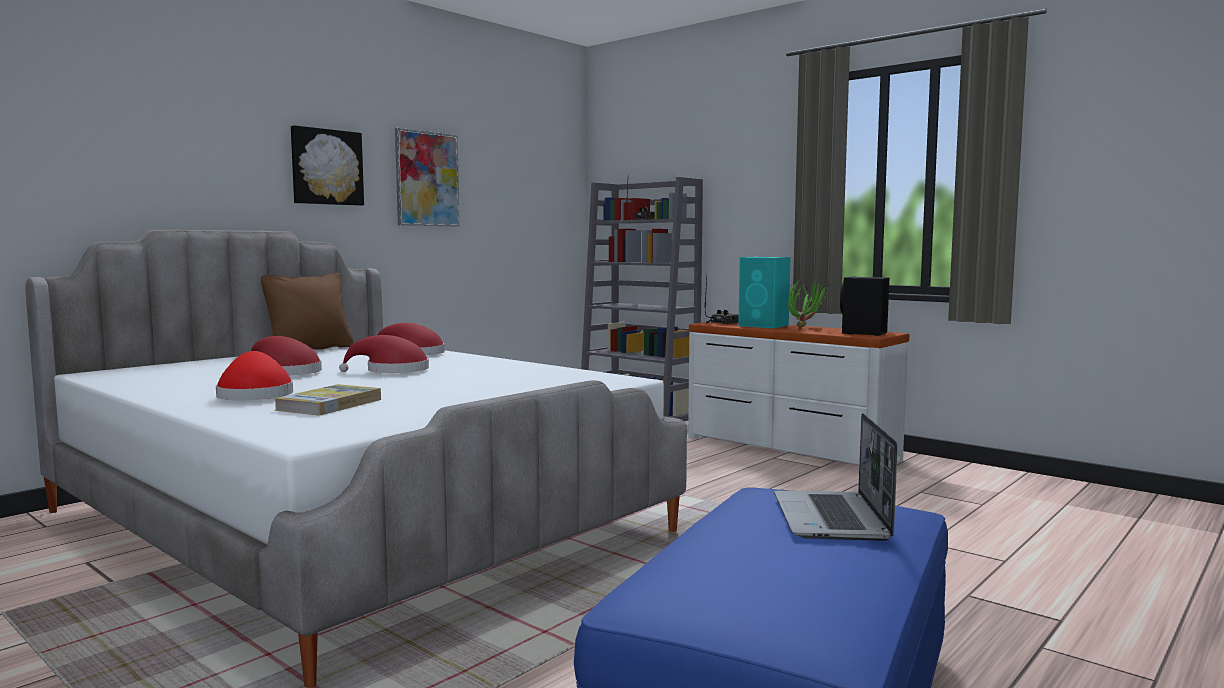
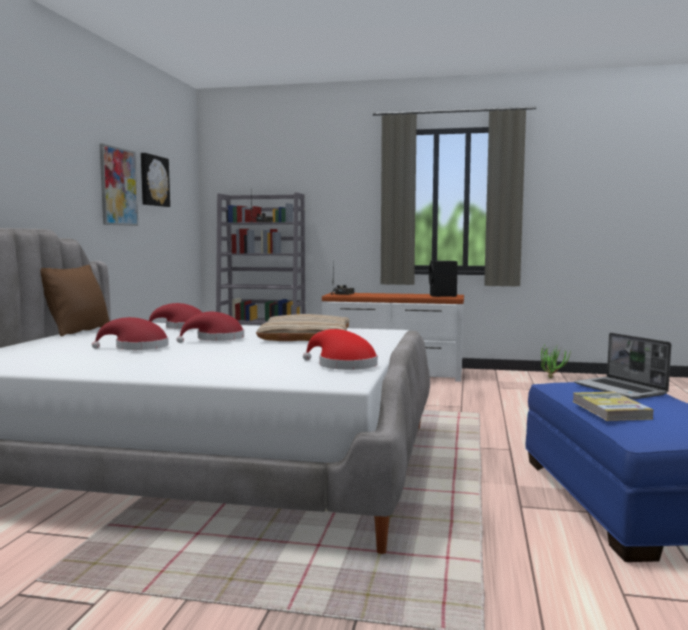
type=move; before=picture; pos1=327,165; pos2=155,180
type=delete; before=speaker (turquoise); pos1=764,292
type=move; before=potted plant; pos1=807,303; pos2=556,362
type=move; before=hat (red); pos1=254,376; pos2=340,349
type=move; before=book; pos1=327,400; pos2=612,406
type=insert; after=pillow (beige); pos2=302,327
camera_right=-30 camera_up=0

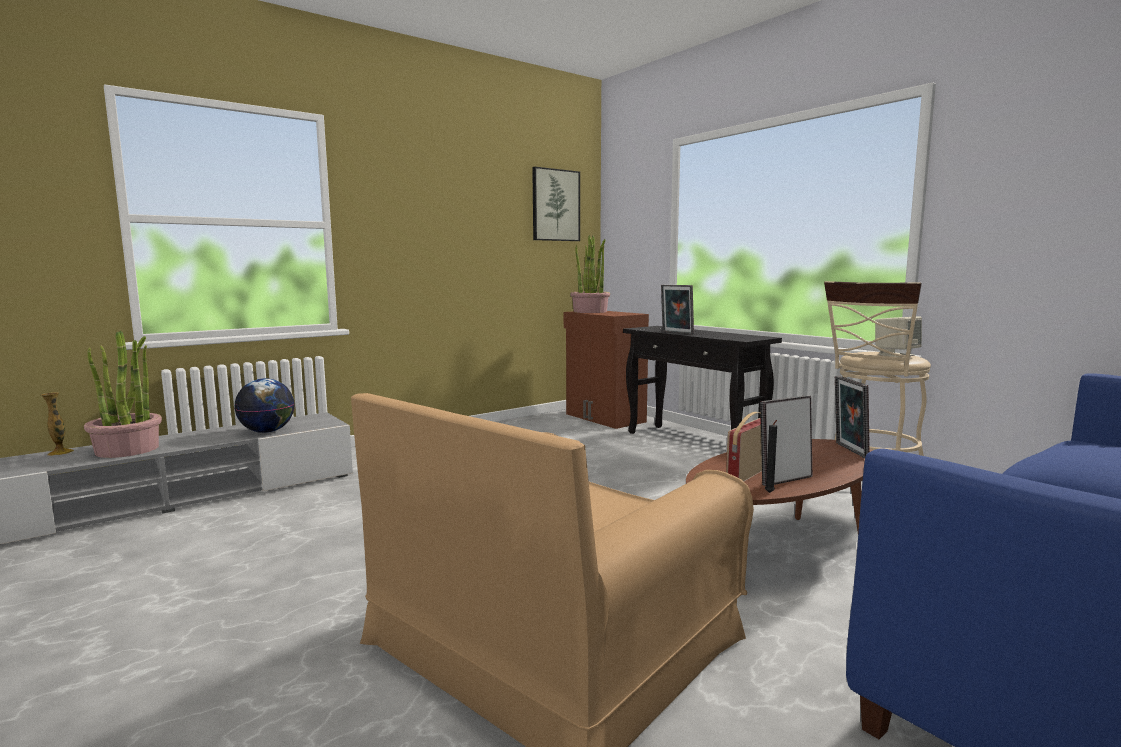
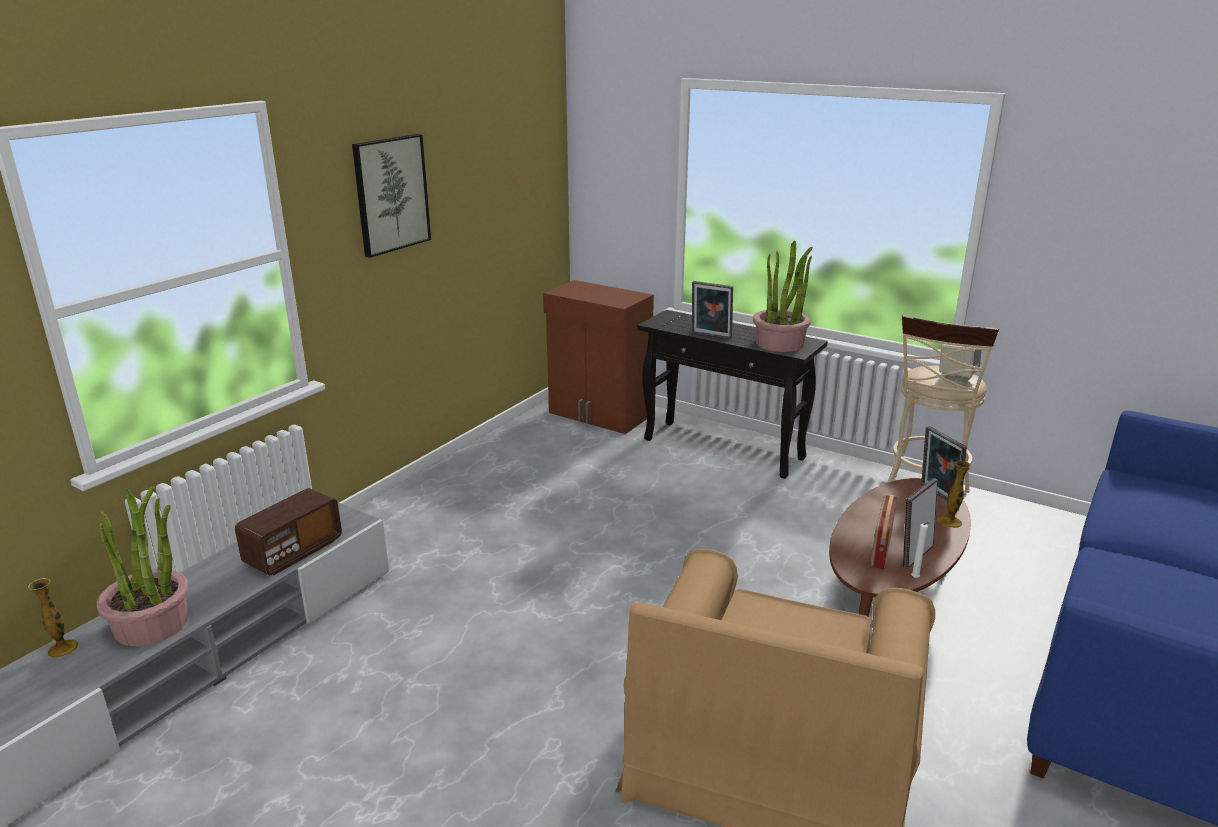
type=move; before=picture; pos1=556,204; pos2=391,196
type=move; before=potted plant; pos1=590,274; pos2=783,296
type=replace; before=globe; after=radio; pos1=264,405; pos2=288,531
type=recolor; before=candle (black); after=candle (white); pos1=771,456; pos2=920,550
type=insert; after=vase; pos2=955,494
camera_right=-20 camera_up=15

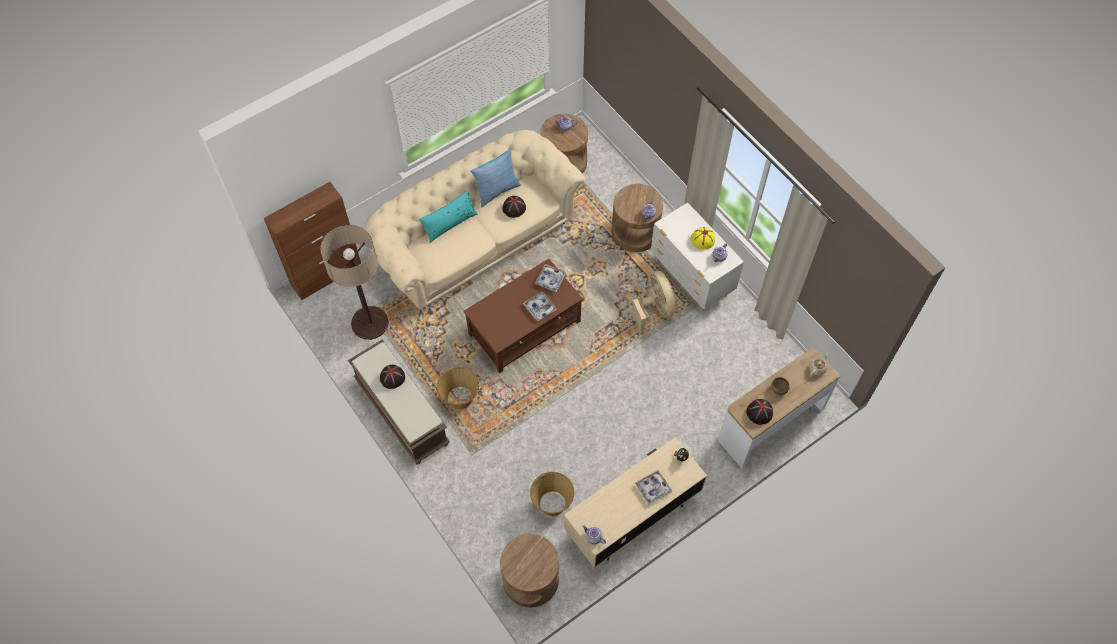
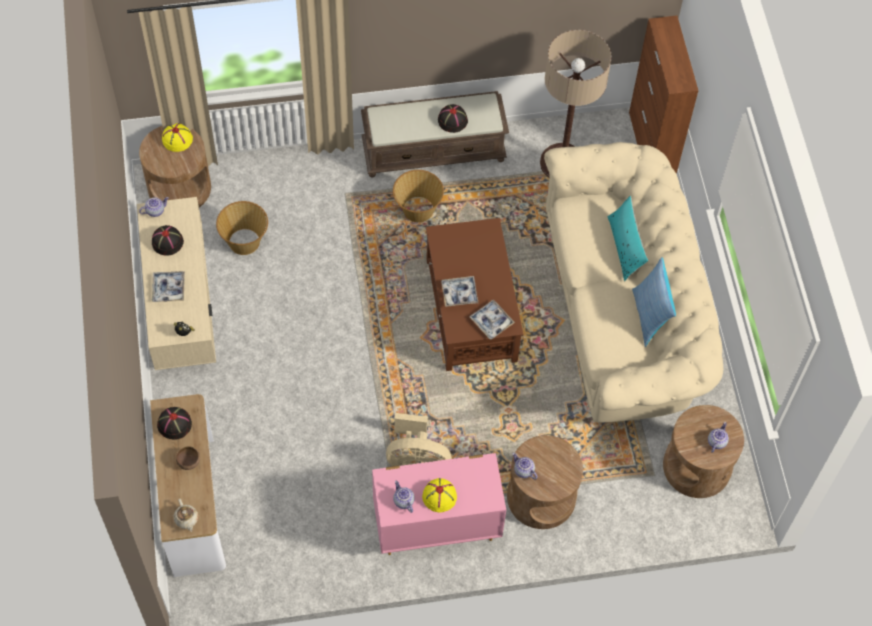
type=move; before=hat (black); pos1=514,207; pos2=168,240
type=recolor; before=dresser (white); after=dresser (pink); pos1=697,256; pos2=439,504
type=insert; after=hat (yellow); pos2=177,137
camera_right=115 camera_up=0

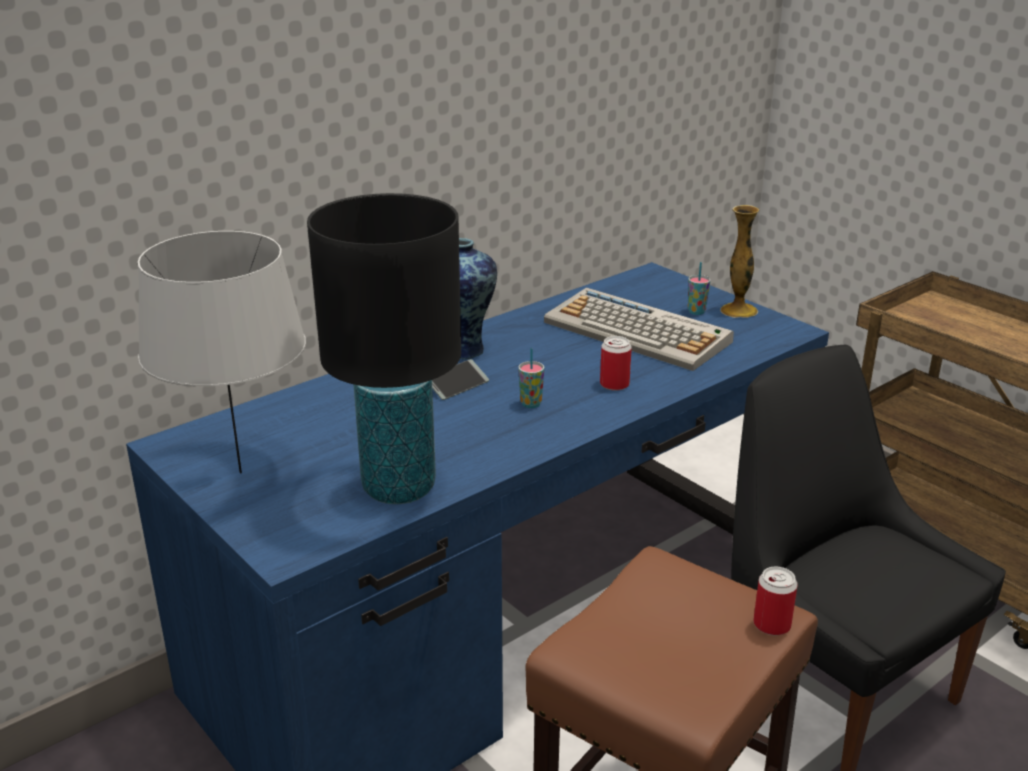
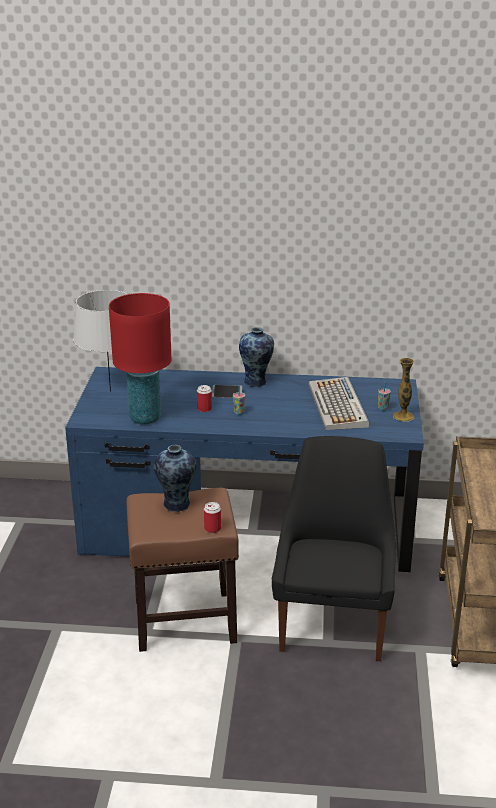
type=recolor; before=table lamp (black); after=table lamp (red); pos1=384,348; pos2=140,359
type=move; before=can; pos1=616,363; pos2=204,398
type=insert; after=vase; pos2=175,478
camera_right=45 camera_up=0

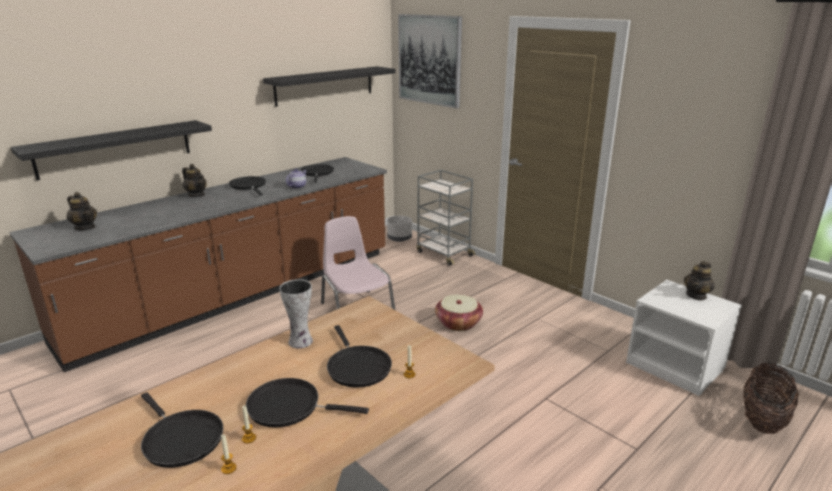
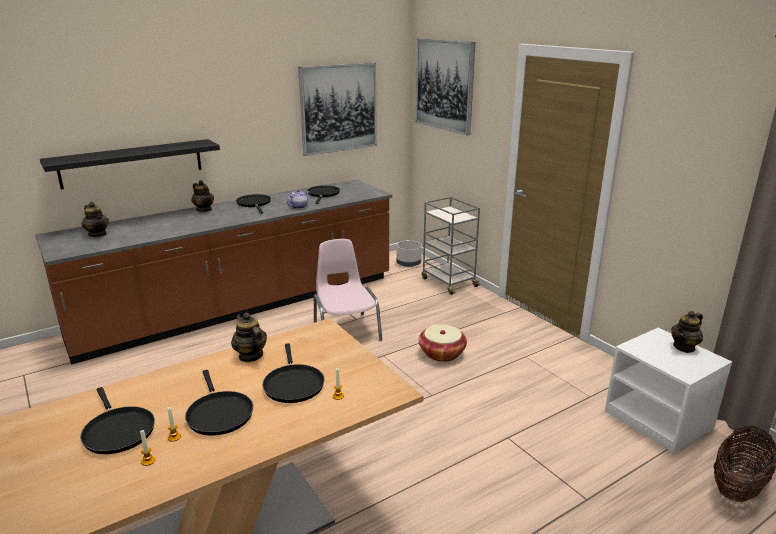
type=replace; before=shelf (black); after=picture; pos1=329,86; pos2=337,109
type=replace; before=vase; after=teapot; pos1=296,313; pos2=249,337
type=rotate; before=frying pan (black); pos1=307,403; pos2=219,403; turn=-135
camera_right=10 camera_up=0

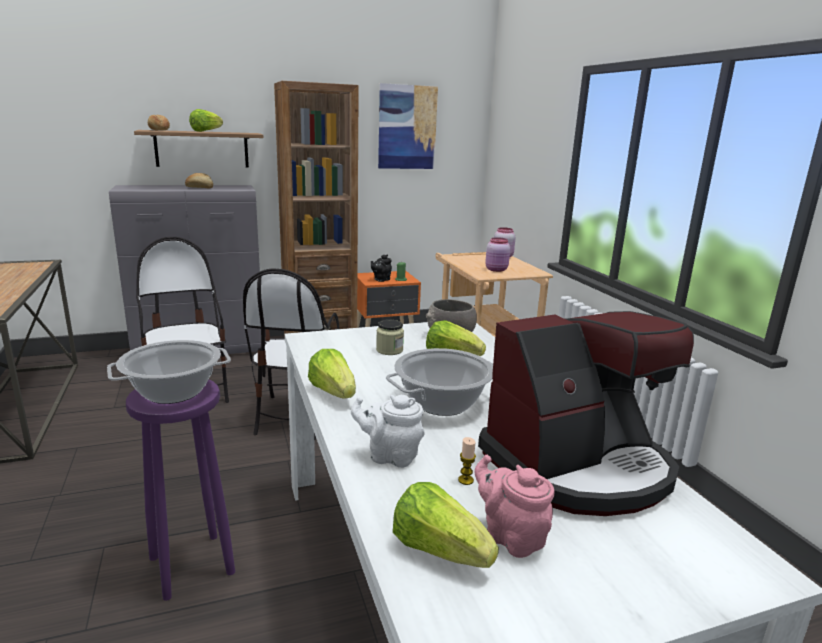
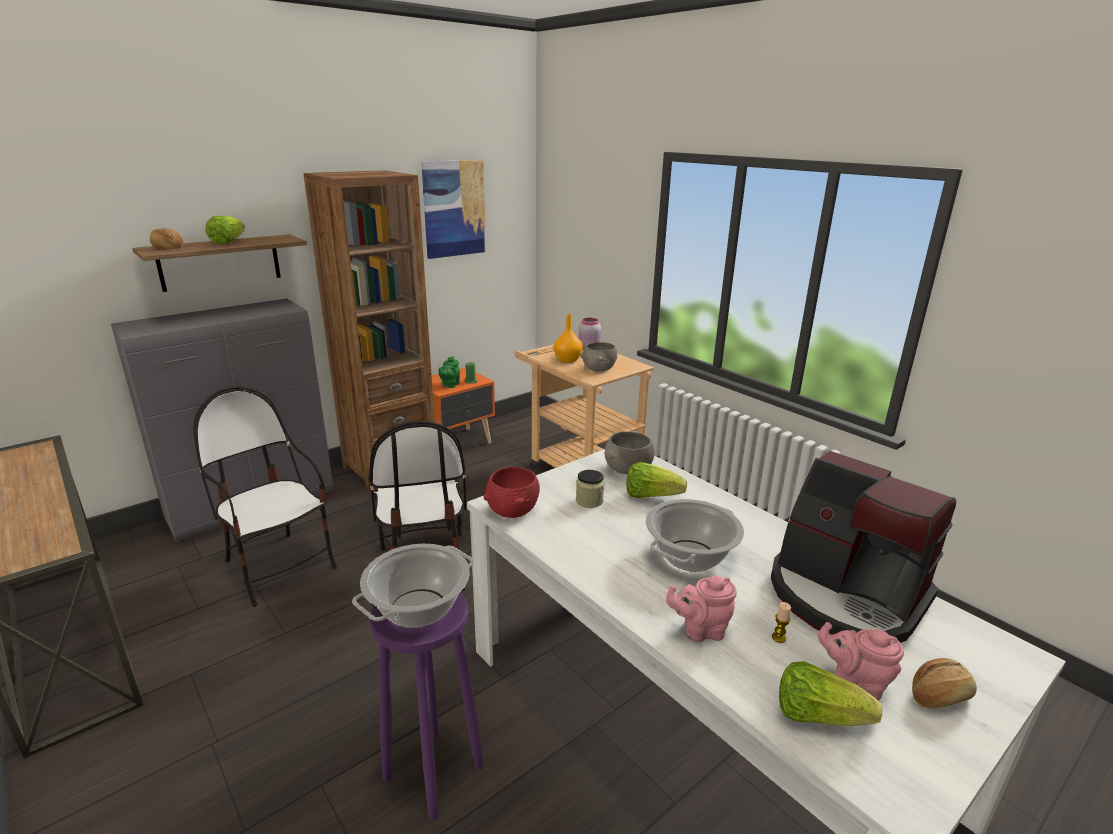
type=move; before=bread; pos1=199,181; pos2=944,683
type=replace; before=jar (pink); after=bowl (grey); pos1=497,254; pos2=598,357
type=recolor; before=teapot (black); after=teapot (green); pos1=381,268; pos2=449,372
type=rotate; before=coffee machine; pos1=586,413; pos2=863,547; turn=90
type=delete; before=lettuce; pos1=332,374
type=recolor; before=teapot (white); after=teapot (pink); pos1=388,431; pos2=701,609
type=insert; after=vase (orange); pos2=568,338
type=insert; after=bowl (red); pos2=511,492
camera_right=-20 camera_up=5

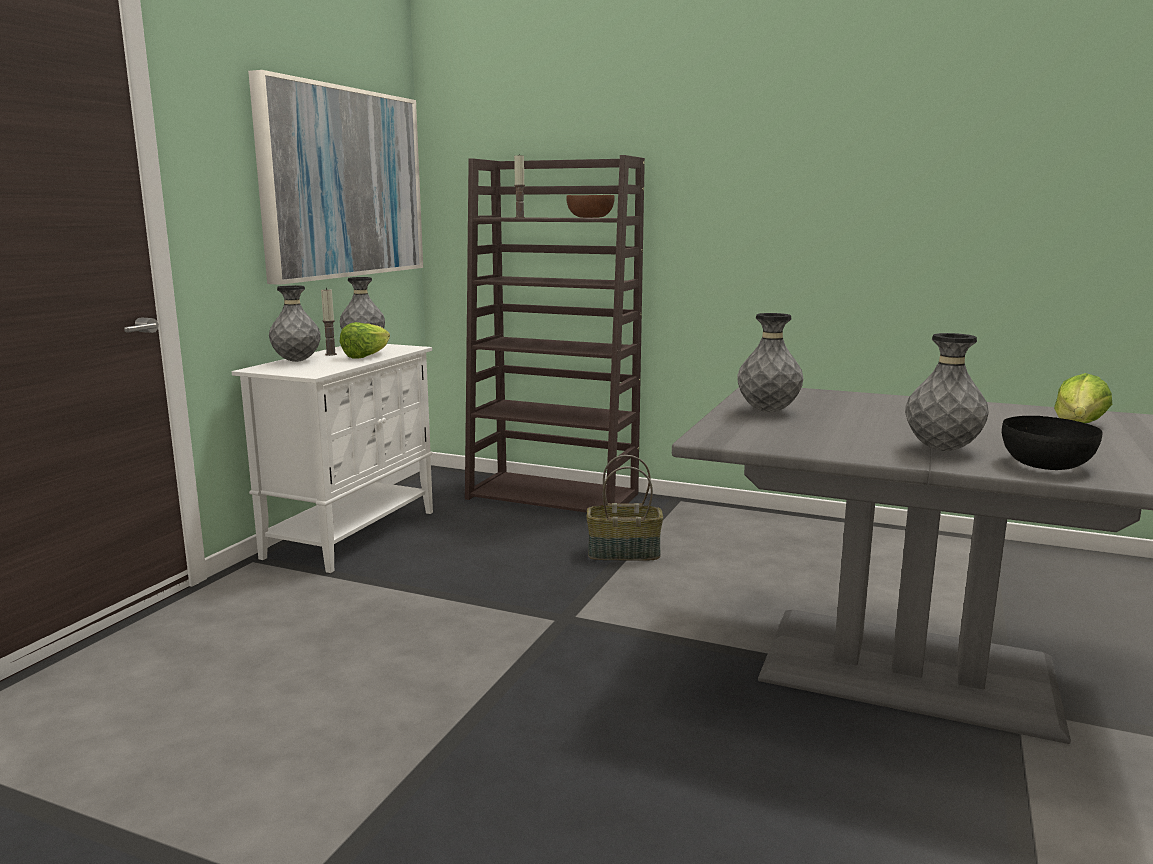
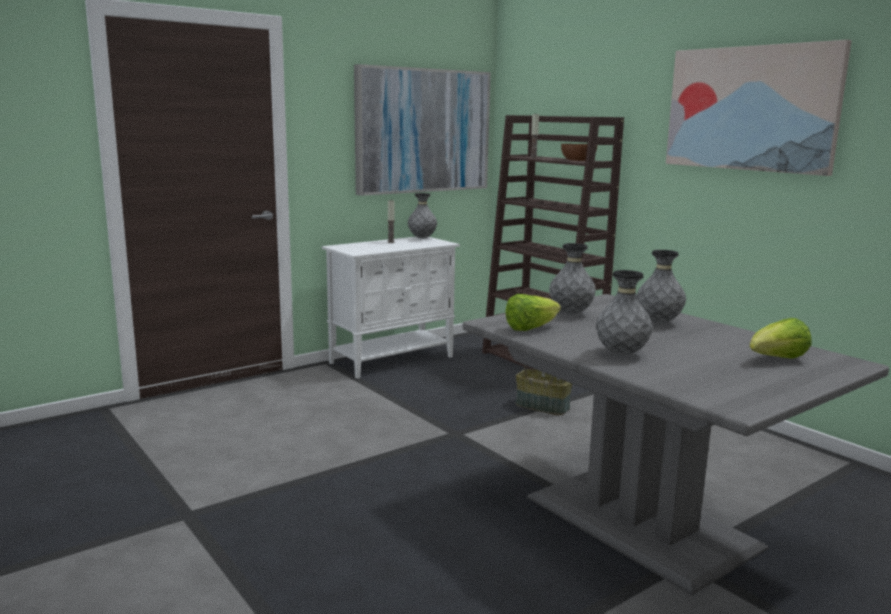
type=move; before=vase (grey); pos1=295,323; pos2=661,286
type=move; before=lettuce; pos1=365,340; pos2=533,312
type=delete; before=bowl (black); pos1=1052,443
type=insert; after=picture; pos2=759,108
camera_right=30 camera_up=0

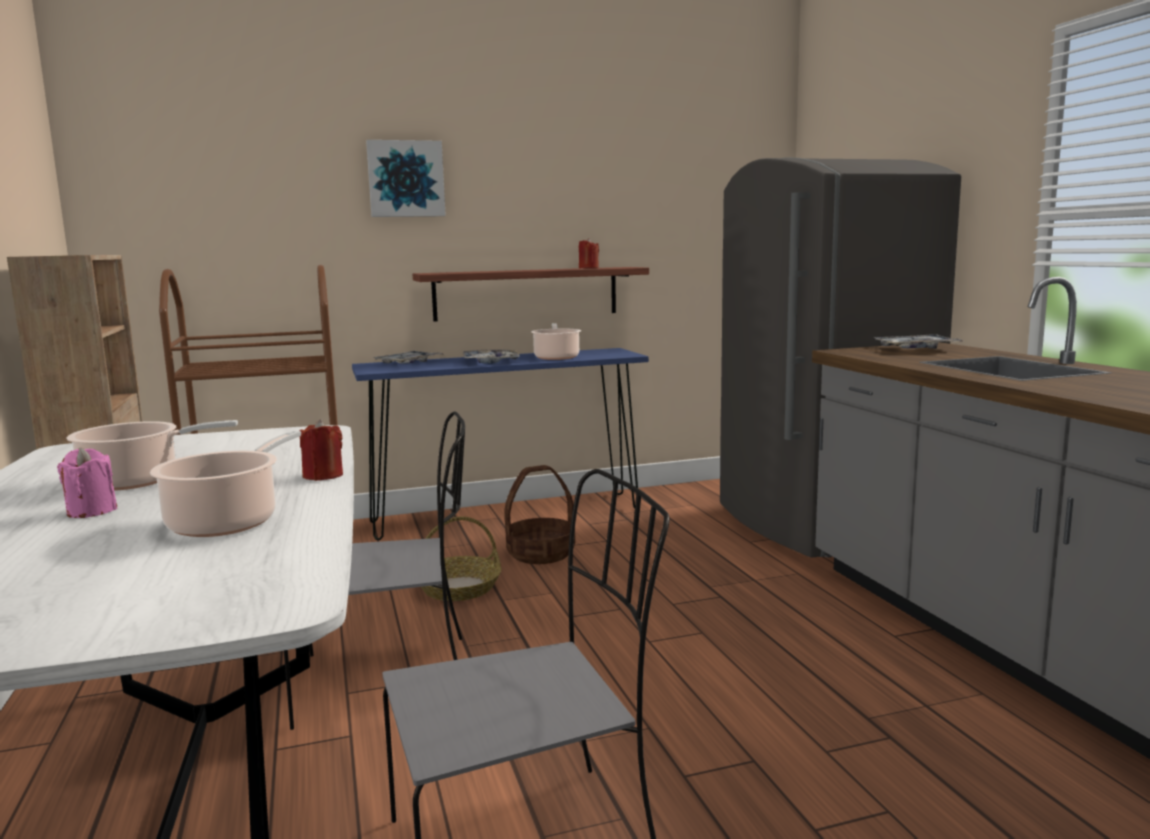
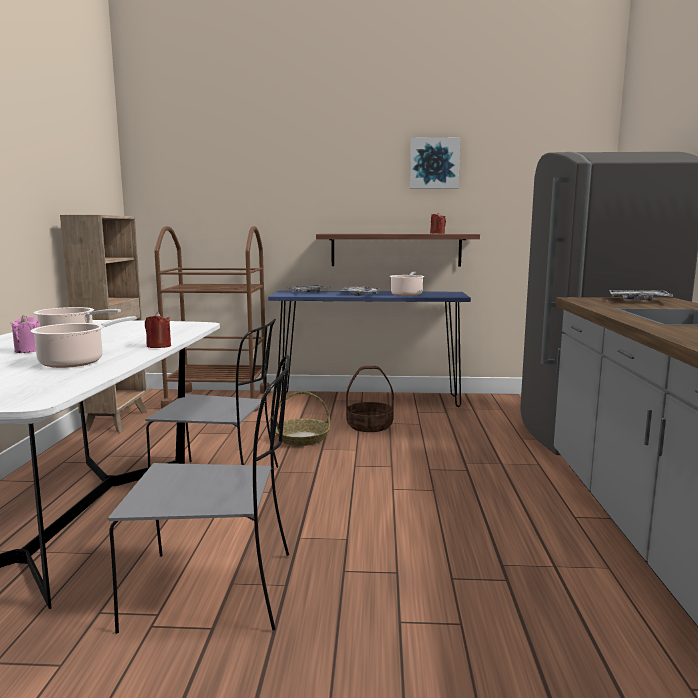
type=move; before=picture; pos1=406,178; pos2=435,163
camera_right=20 camera_up=0

